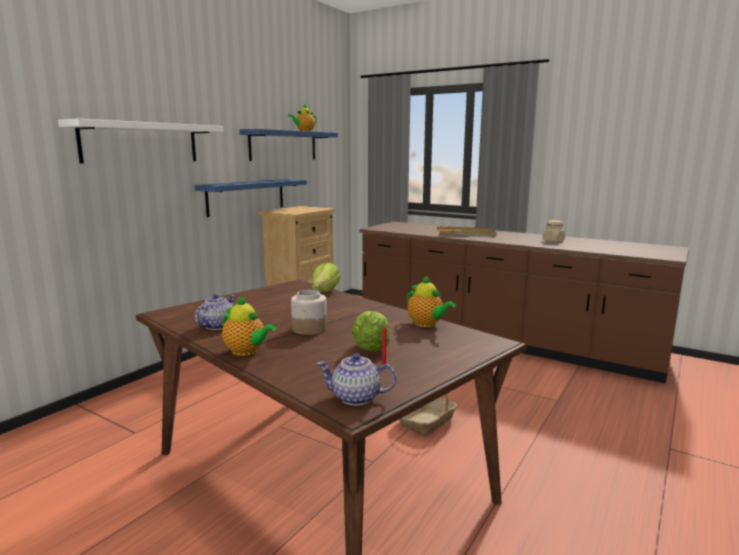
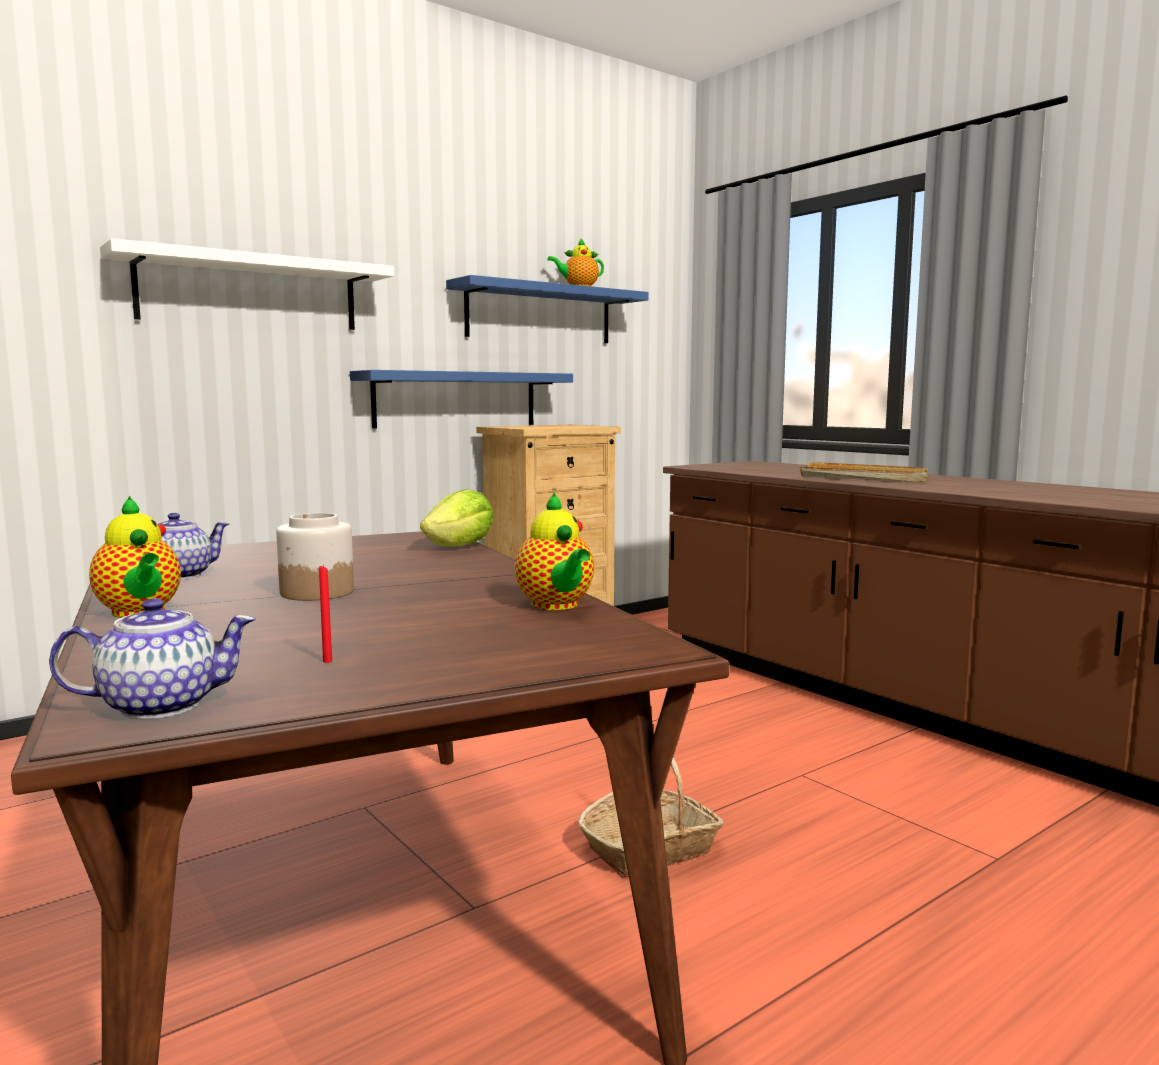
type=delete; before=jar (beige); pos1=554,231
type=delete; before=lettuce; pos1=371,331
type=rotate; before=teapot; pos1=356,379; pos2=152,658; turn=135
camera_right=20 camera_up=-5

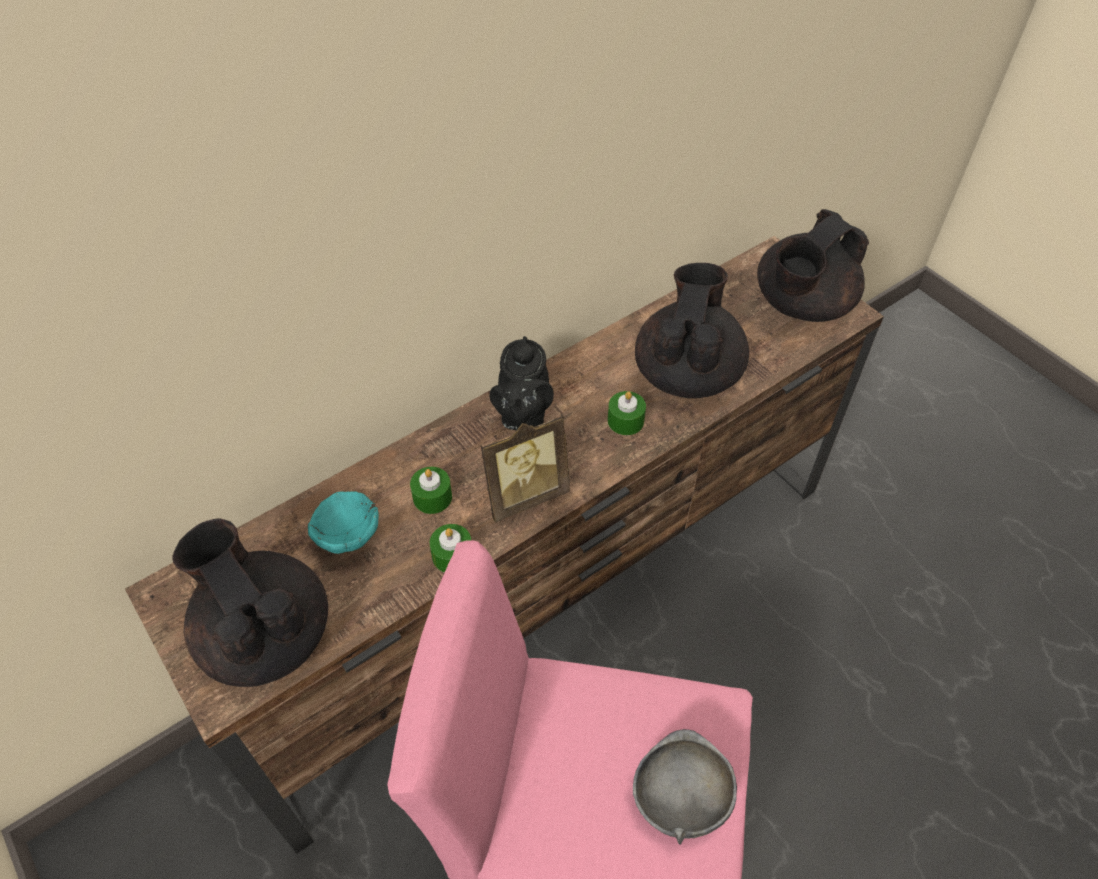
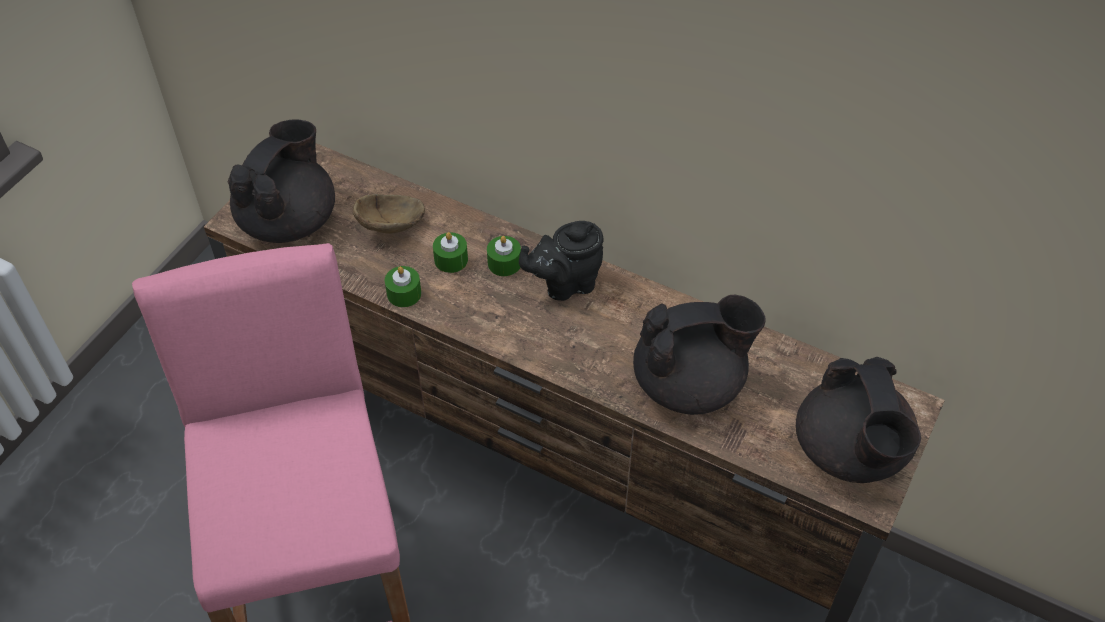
type=rotate; before=teapot (black); pos1=813,265; pos2=858,420; turn=-120
type=move; before=candle (green); pos1=627,413; pos2=504,256
type=delete; before=picture frame; pos1=525,468
type=recolor; before=bowl (turquoise); after=bowl (brown); pos1=343,522; pos2=389,214
type=delete; before=bowl (grey); pos1=685,787
camera_right=65 camera_up=0

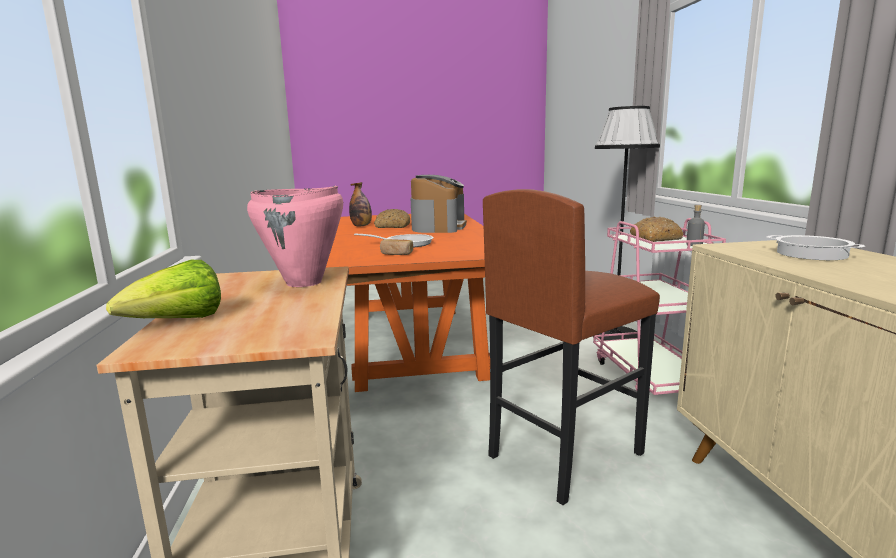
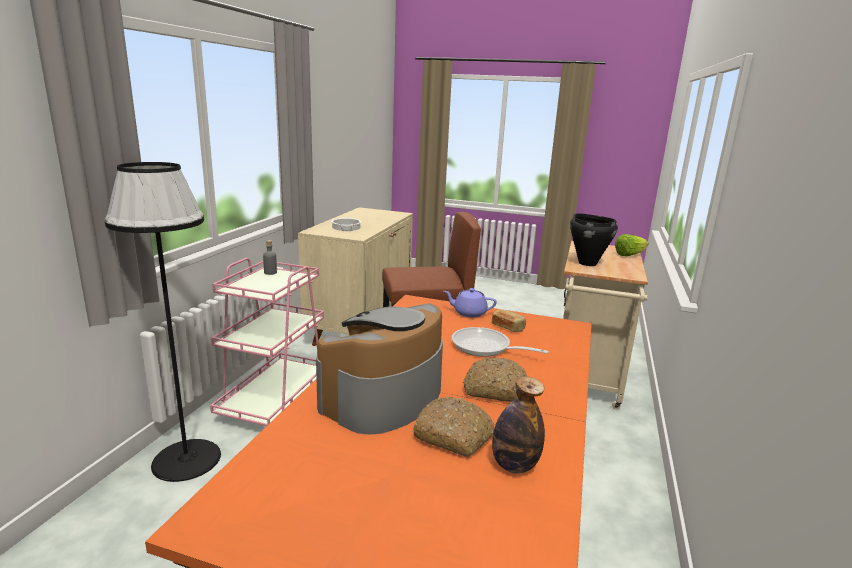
type=recolor; before=cooking pot (pink); after=cooking pot (black); pos1=295,236; pos2=594,239
type=move; before=bread; pos1=656,229; pos2=495,380
type=insert; after=teapot (purple); pos2=470,303
camera_right=-155 camera_up=5

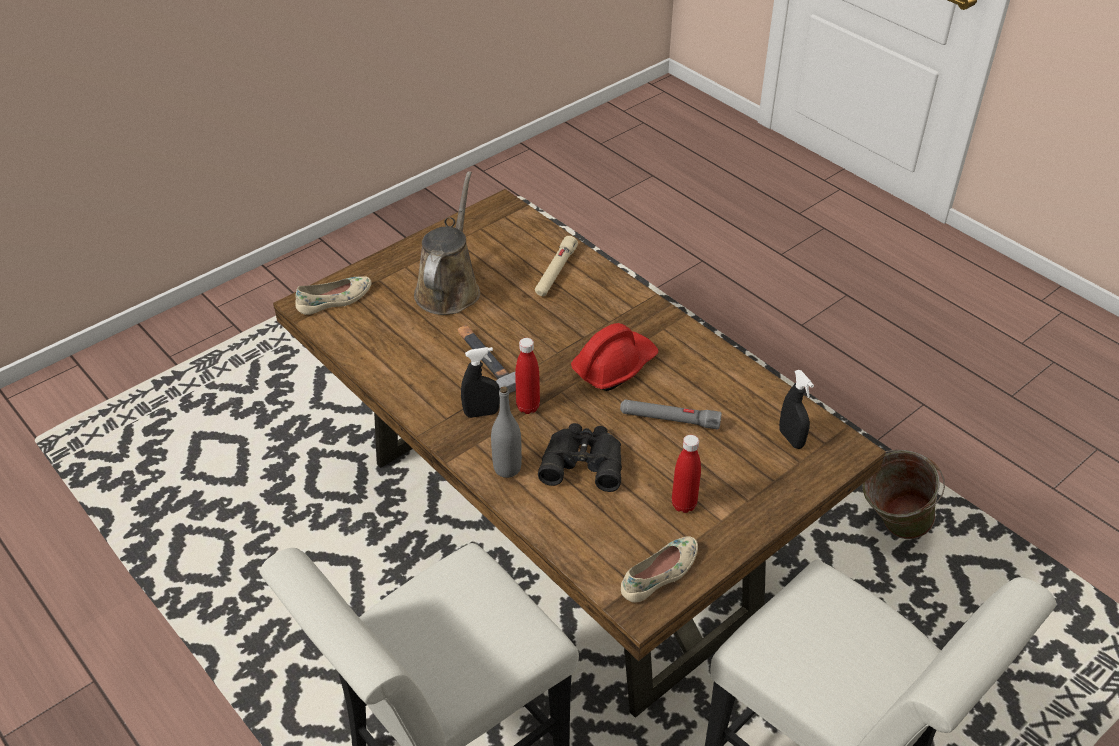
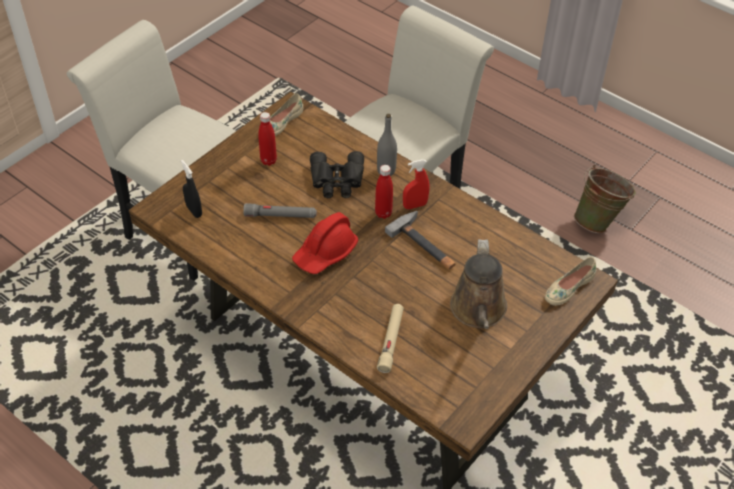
type=recolor; before=spray bottle (black); after=spray bottle (red); pos1=480,382; pos2=416,184
type=move; before=bucket (green); pos1=903,494; pos2=605,199
camera_right=170 camera_up=5

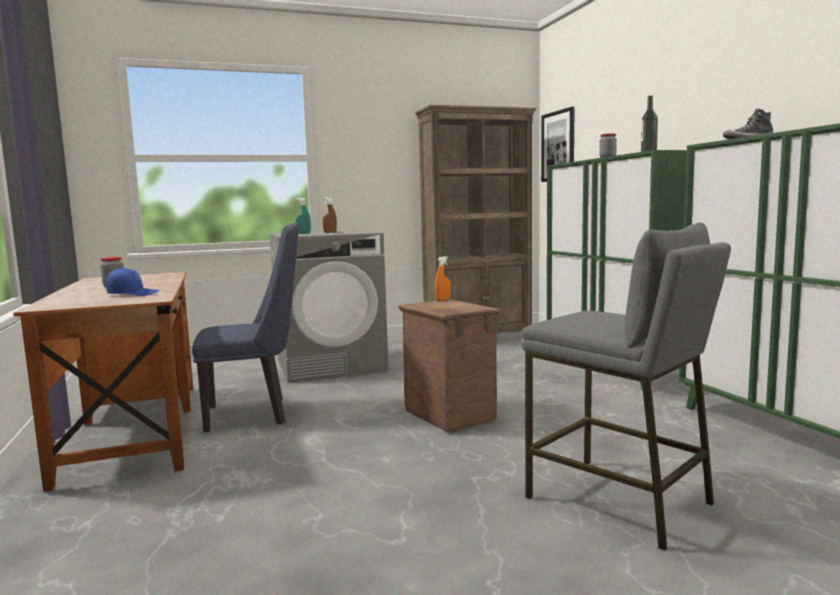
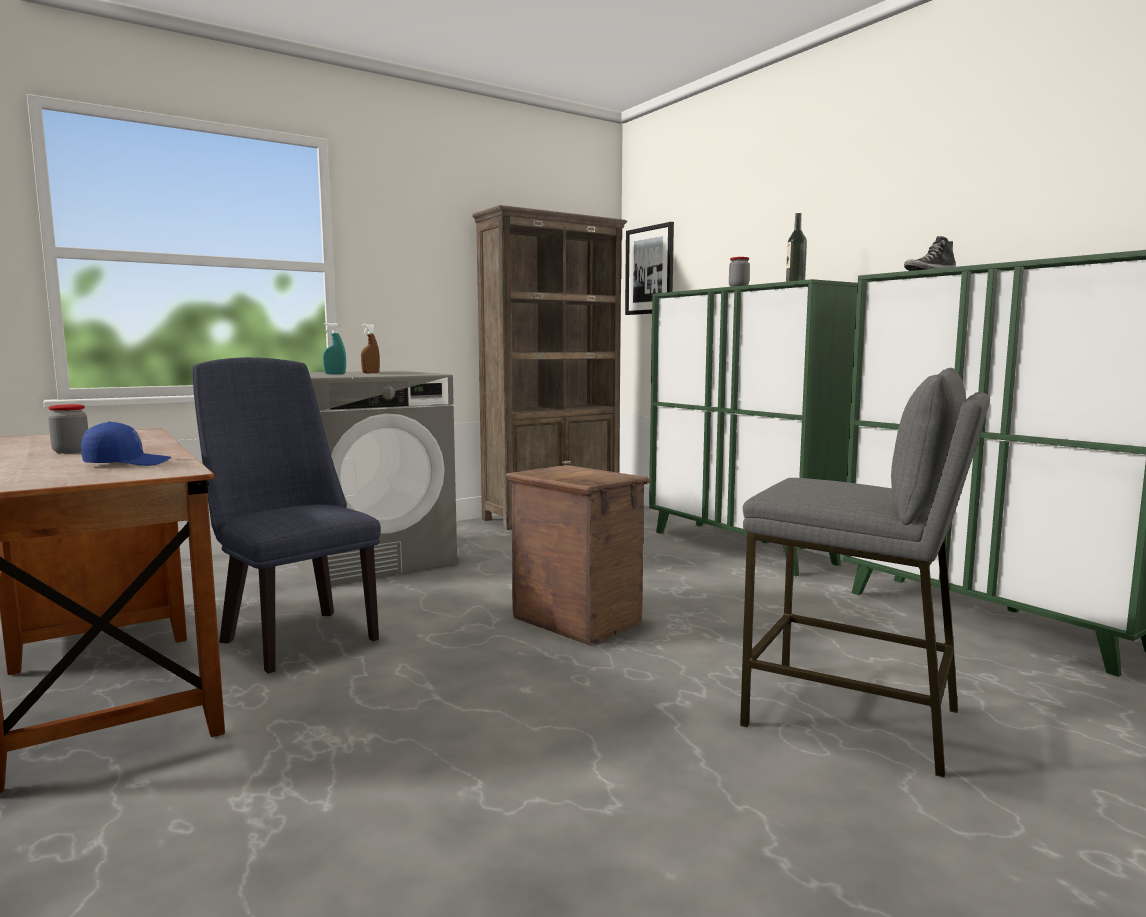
type=rotate; before=chair (blue); pos1=245,327; pos2=286,515; turn=-105
type=delete; before=spray bottle (orange); pos1=443,278
camera_right=-15 camera_up=0

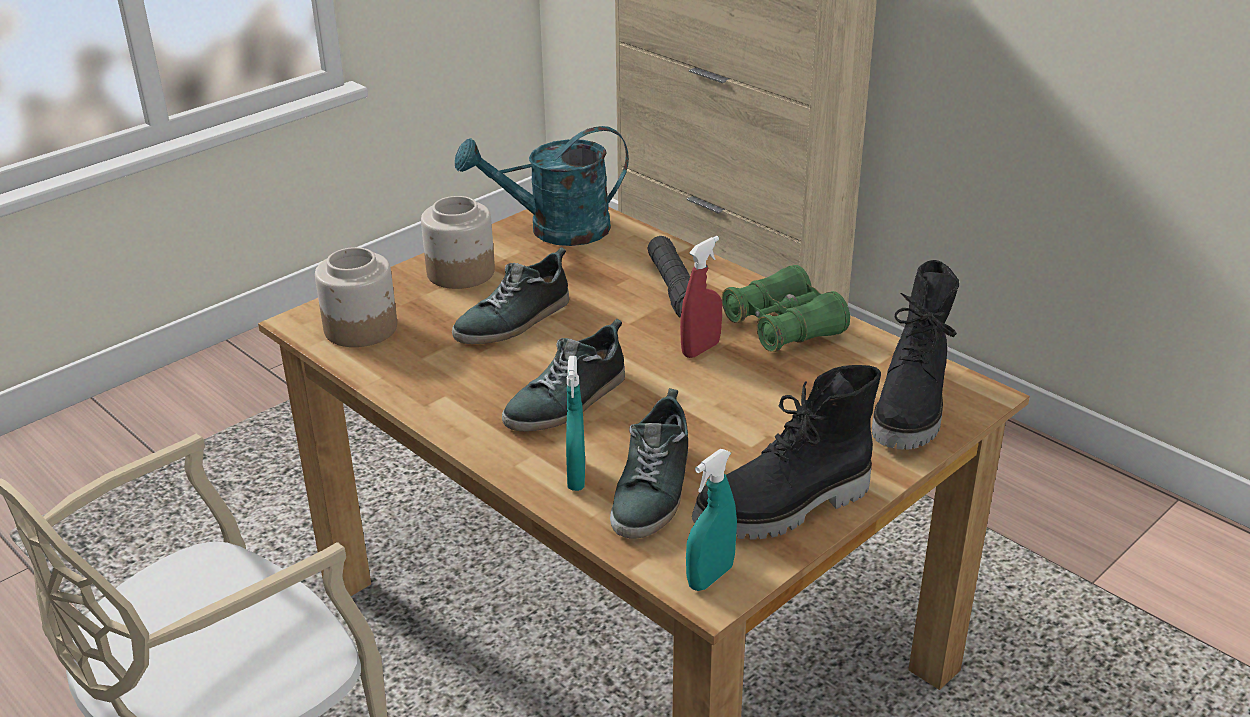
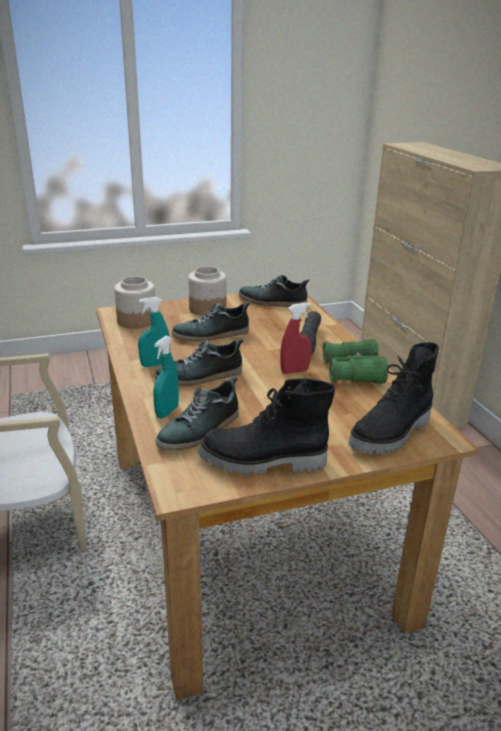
type=replace; before=watering can (turquoise); after=shoe; pos1=542,186; pos2=274,291
type=move; before=spray bottle (turquoise); pos1=711,520; pos2=154,332
camera_right=25 camera_up=-5

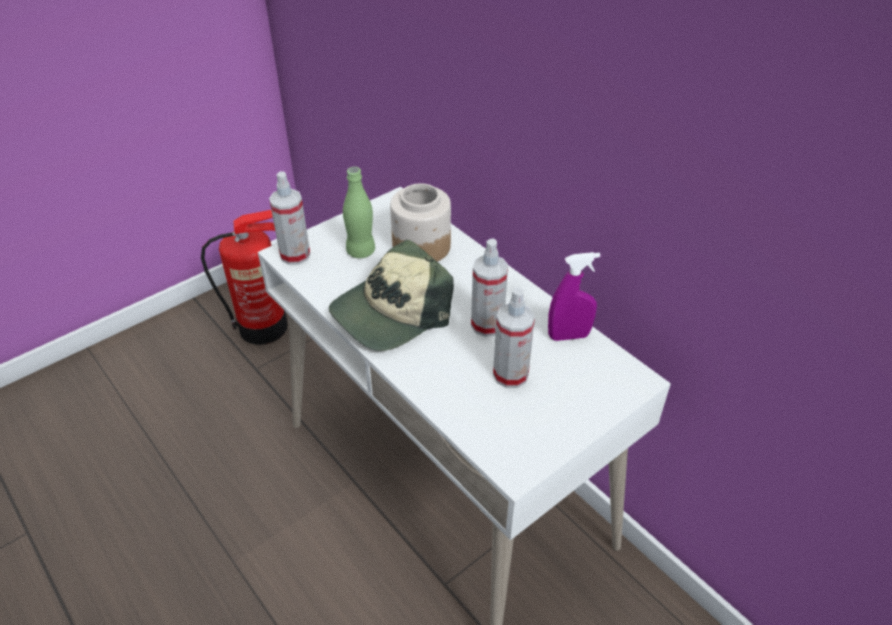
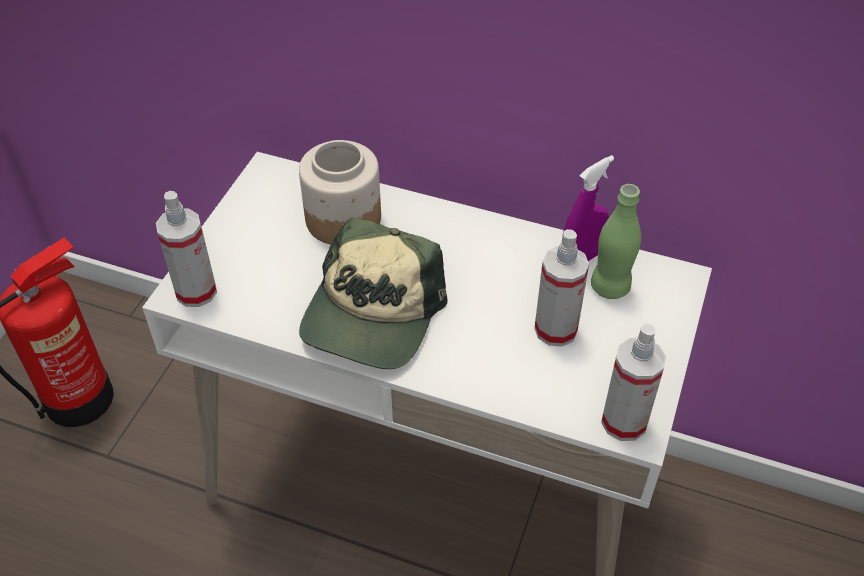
type=move; before=bottle (green); pos1=359,212; pos2=616,241
type=move; before=spray bottle; pos1=489,287; pos2=633,382
camera_right=-30 camera_up=5

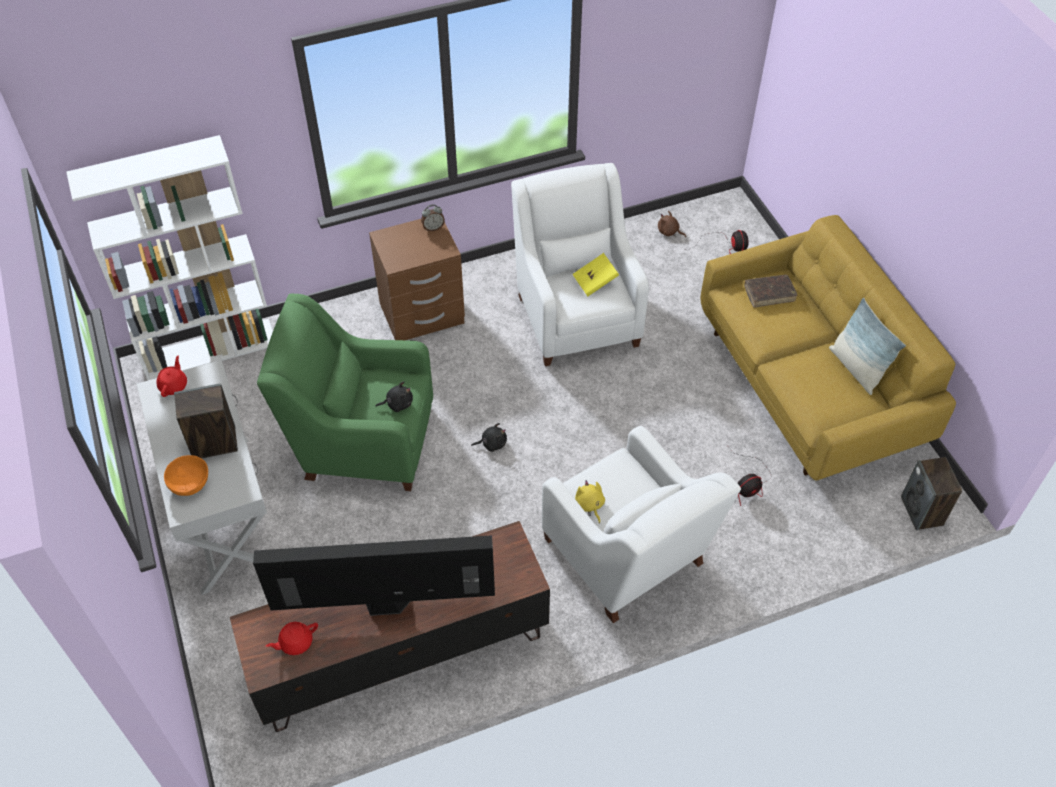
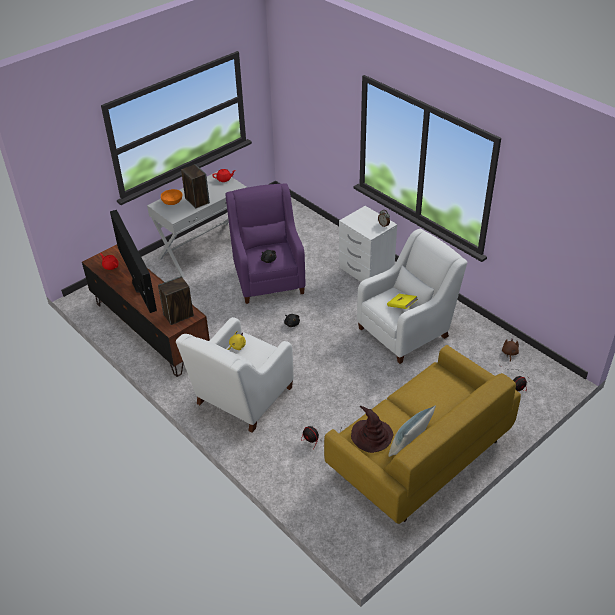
type=delete; before=bookcase (white); pos1=169,257
type=recolor; before=nightstand (brown); after=nightstand (white); pos1=417,279; pos2=368,244
type=delete; before=book (brown); pos1=770,291
type=recolor; before=armchair (green); after=armchair (purple); pos1=345,392; pos2=265,243
type=move; before=speaker; pos1=931,494; pos2=176,300
type=insert; after=hat (brown); pos2=372,429
camera_right=70 camera_up=-10

